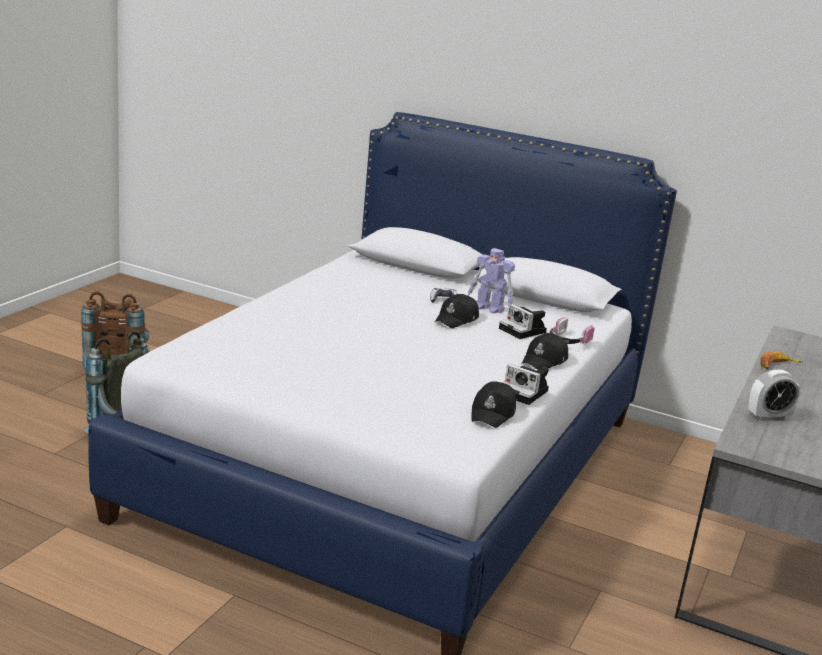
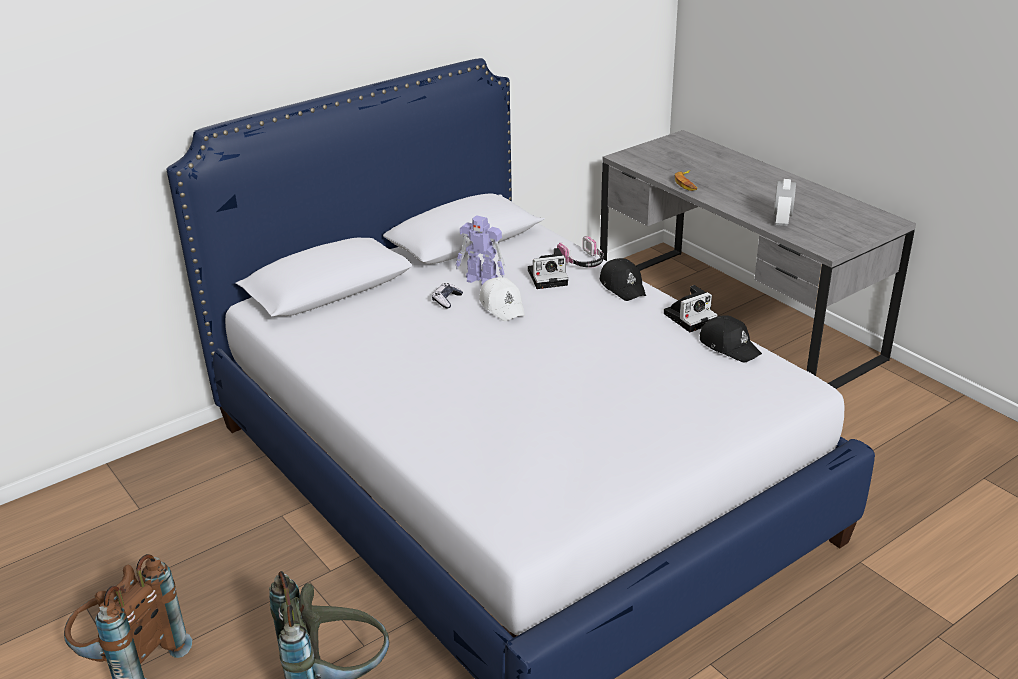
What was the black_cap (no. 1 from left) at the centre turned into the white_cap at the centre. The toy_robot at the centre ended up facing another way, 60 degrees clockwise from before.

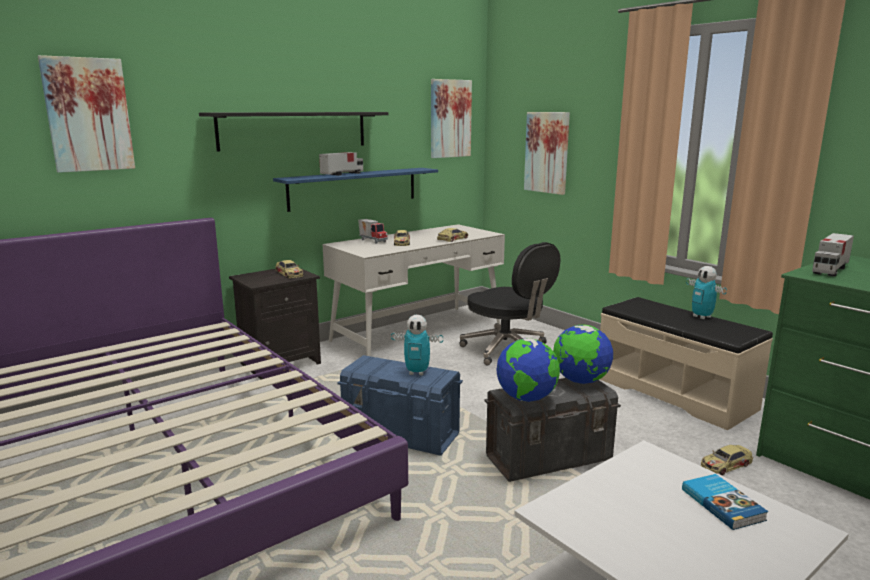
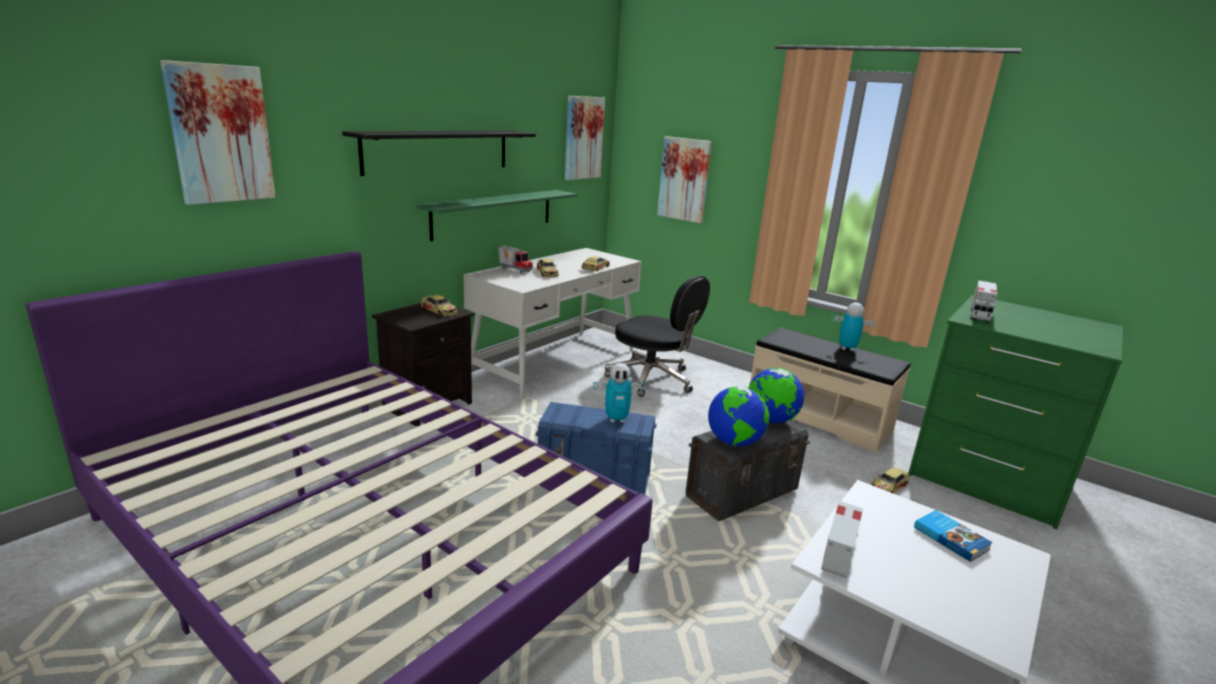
The toy_truck (no. 1 from left in the first image) ended up elsewhere, having gone from the top centre to the bottom right. What was the blue_shelf at the top centre turned into the green_shelf at the top centre. The toy_robot (no. 2 from left) at the middle right ended up facing another way, 150 degrees clockwise from before.

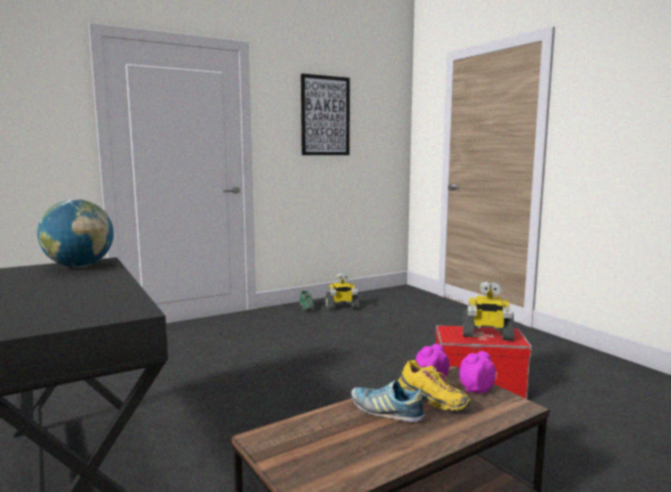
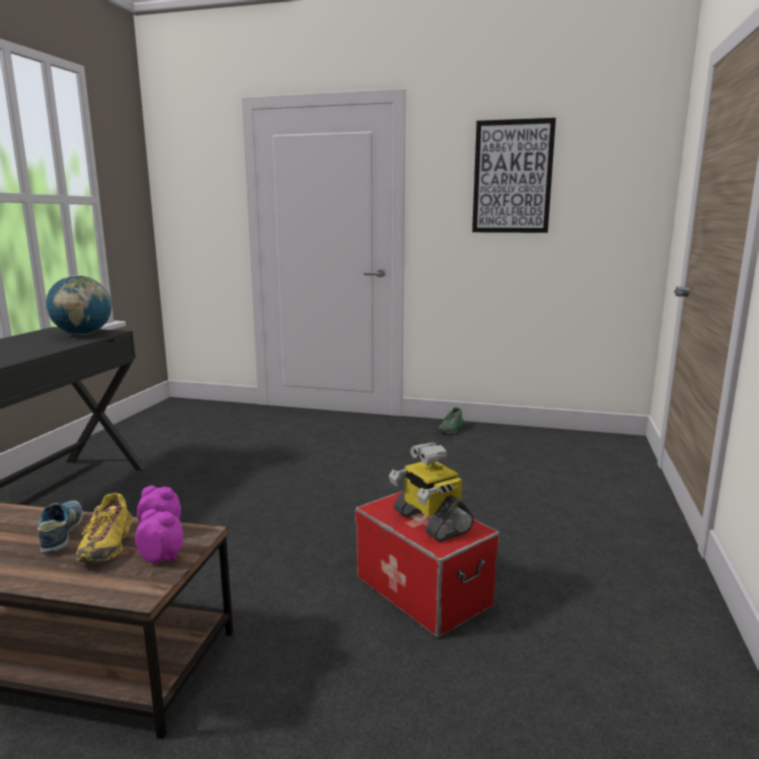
The second view lost the toy_robot (no. 1 from left) at the centre.

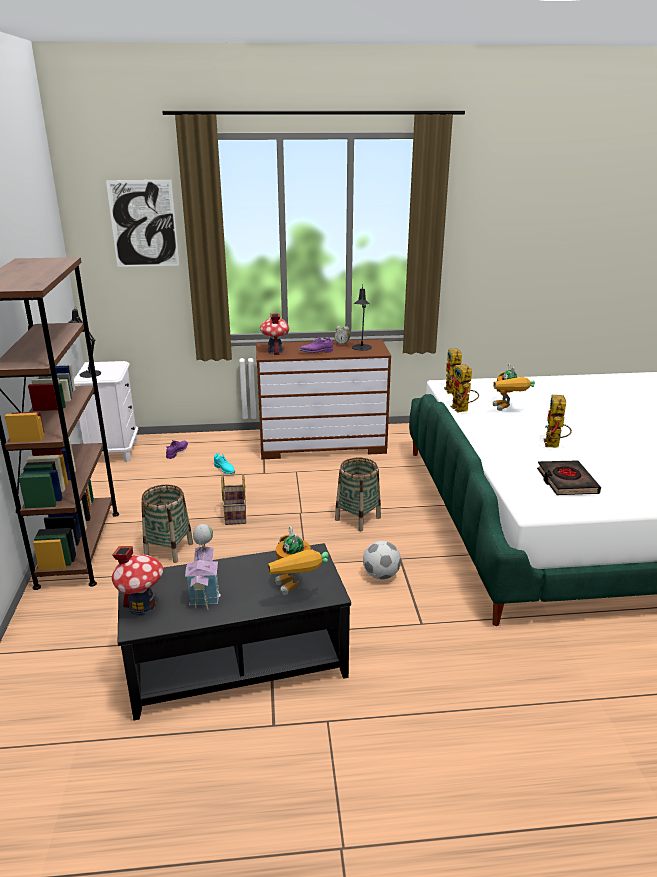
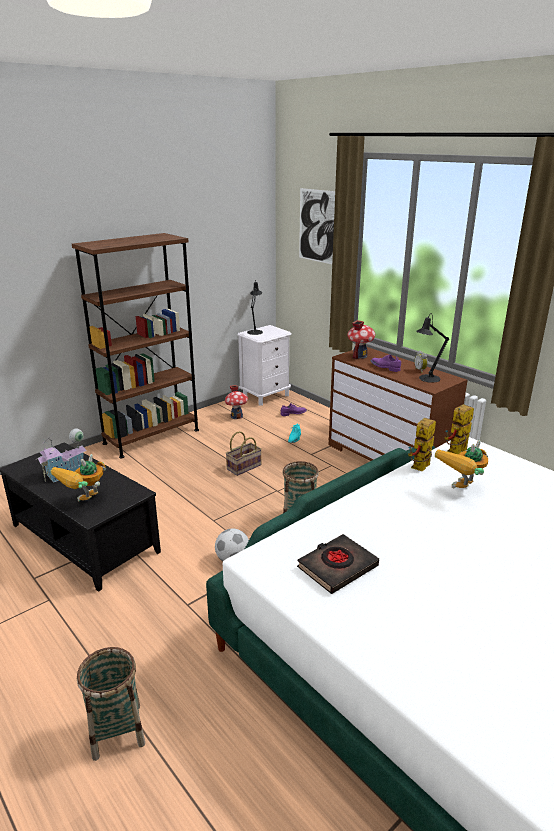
The second view lost the toy_robot (no. 5 from left) at the middle right. The toy_house (no. 1 from left in the first image) ended up elsewhere, having gone from the middle left to the centre. The basket (no. 1 from left) ended up elsewhere, having gone from the middle left to the bottom left.

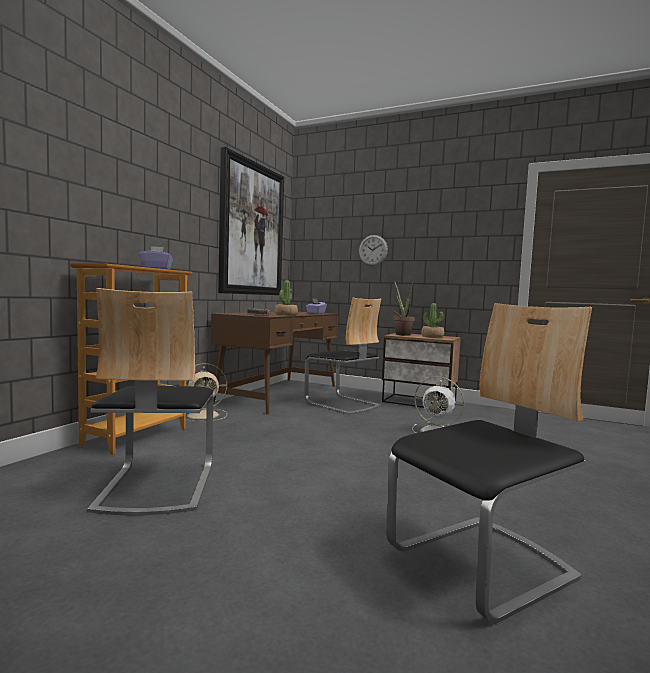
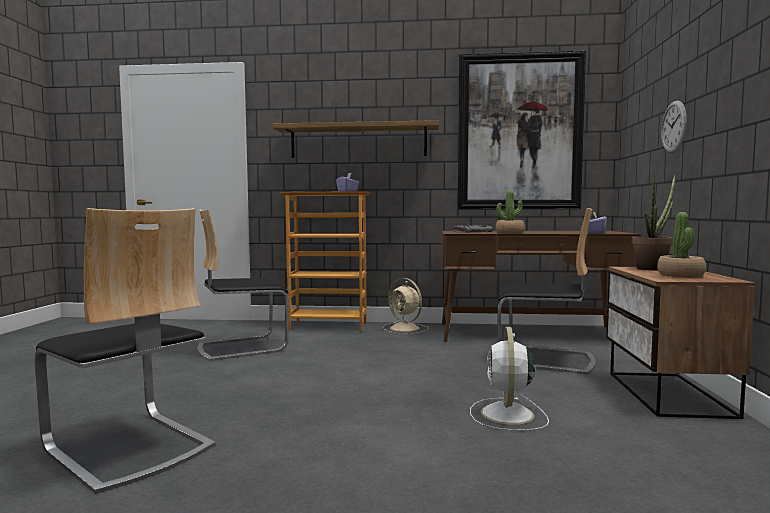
The second view gained the shelf at the top centre. The chair (no. 2 from left in the first image) at the centre ended up facing another way, 90 degrees counterclockwise from before.

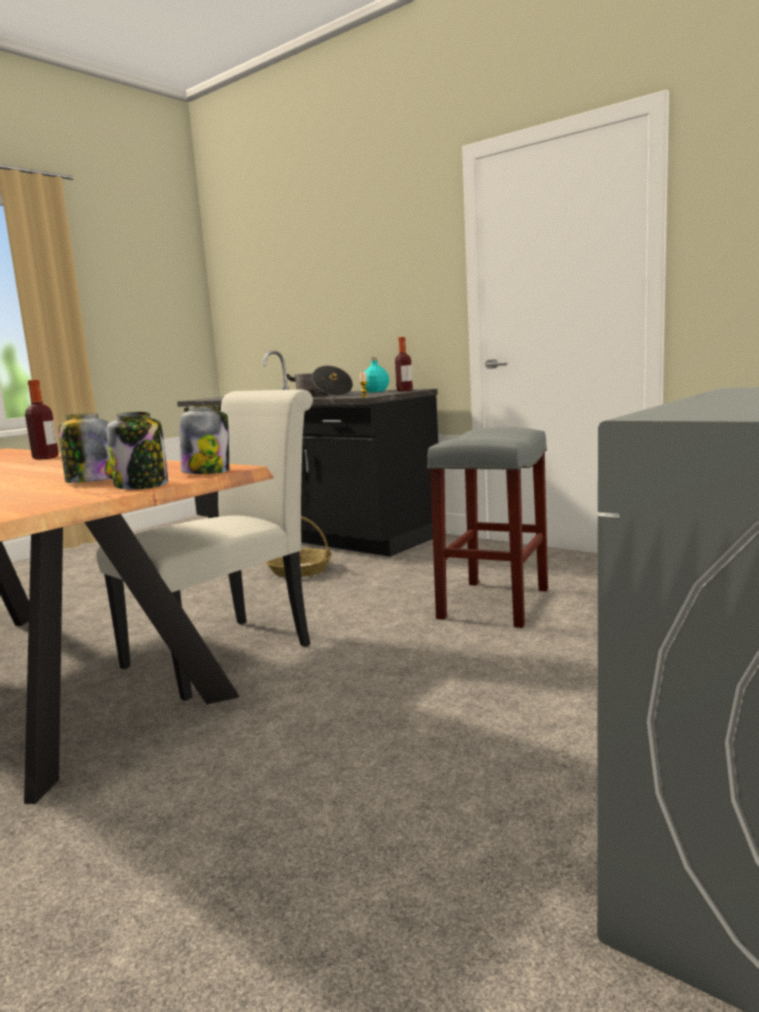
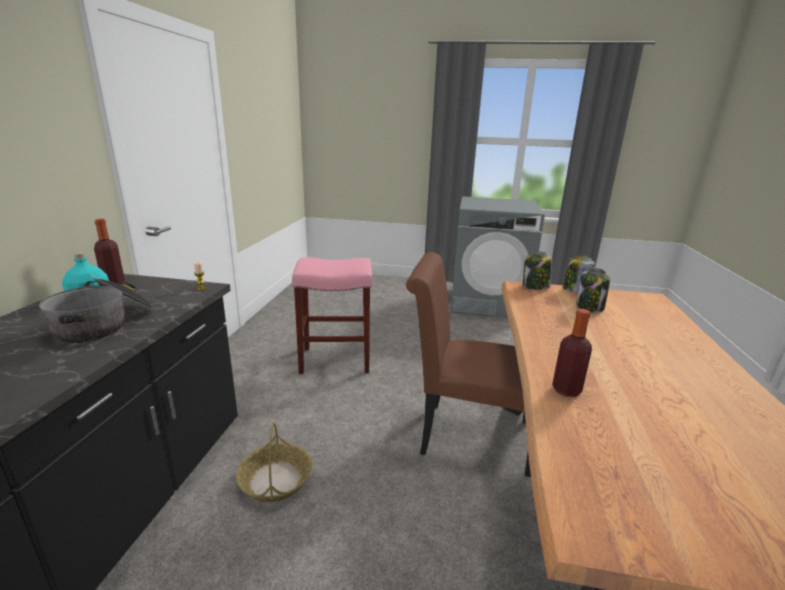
What was the white_chair at the middle left turned into the brown_chair at the centre. What was the grey_stool at the centre turned into the pink_stool at the centre.

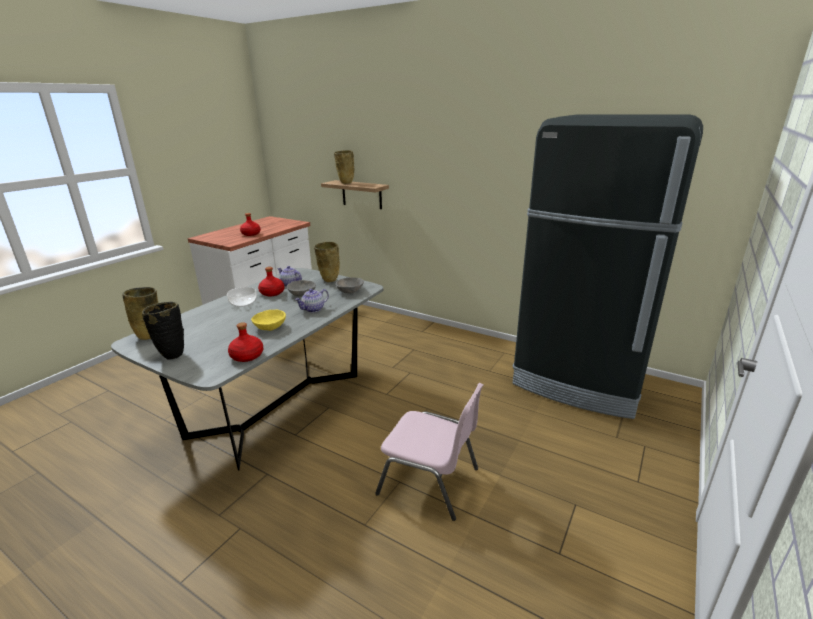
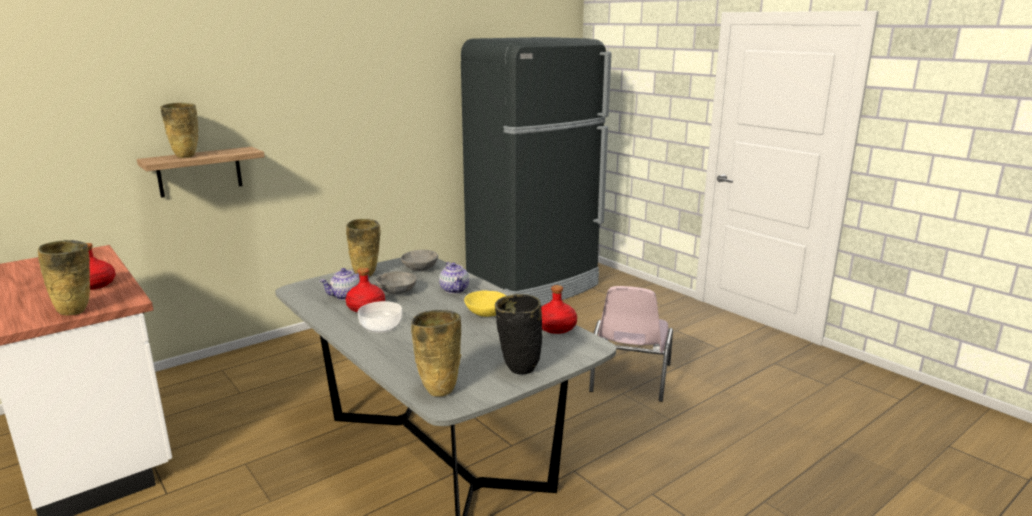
The second view gained the beige_vase (no. 1 from left) at the middle left. The pink_chair at the bottom centre ended up facing another way, 150 degrees clockwise from before.

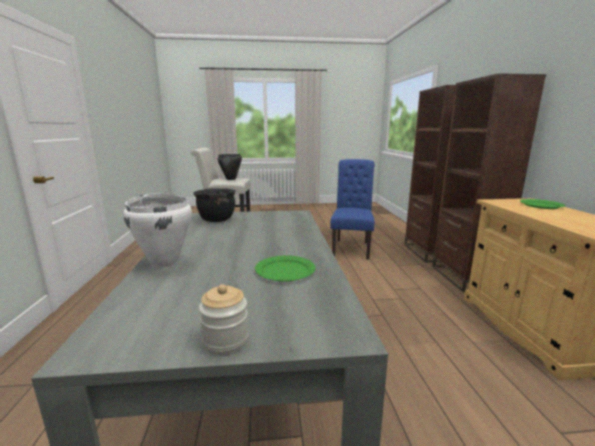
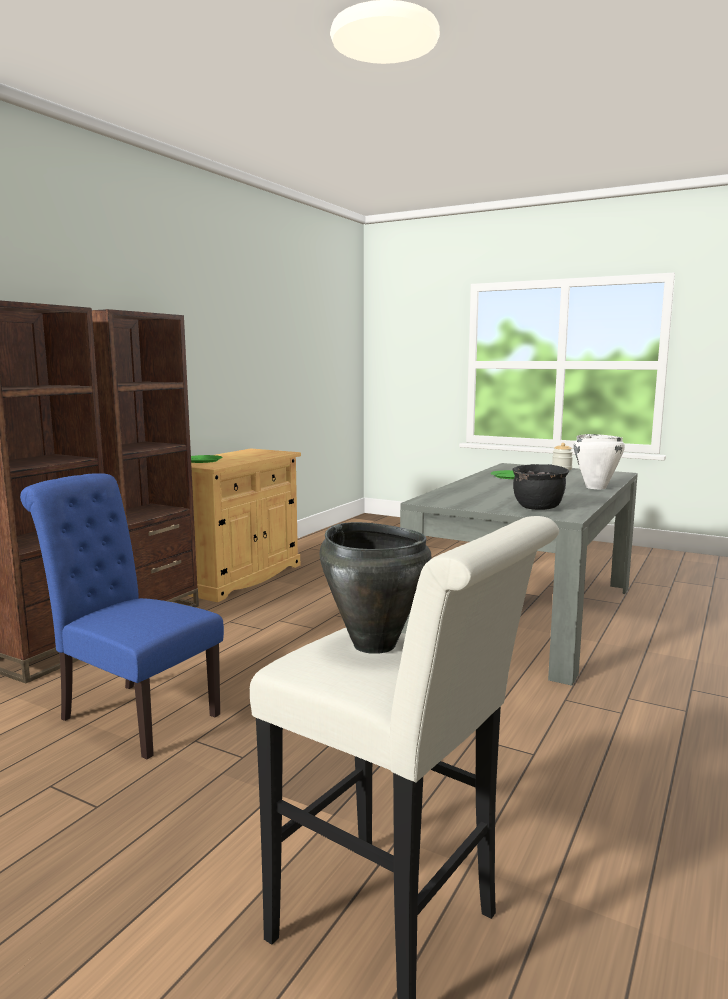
The blue_chair at the centre ended up facing another way, 75 degrees clockwise from before.

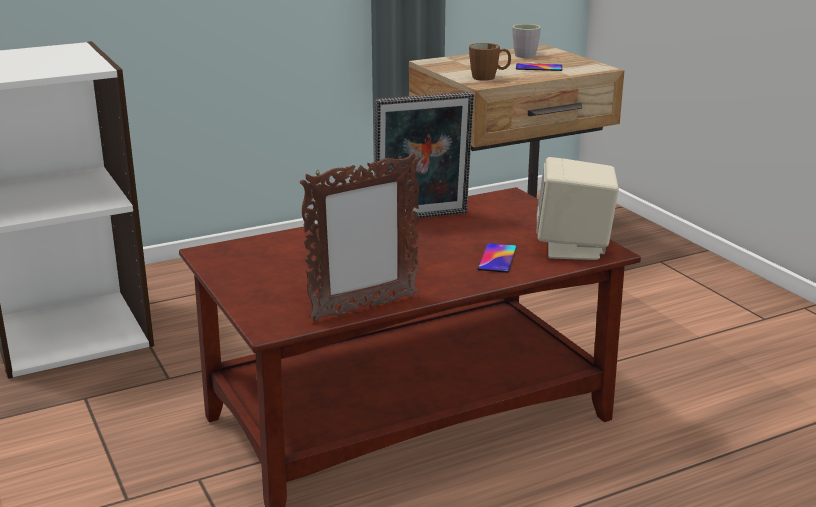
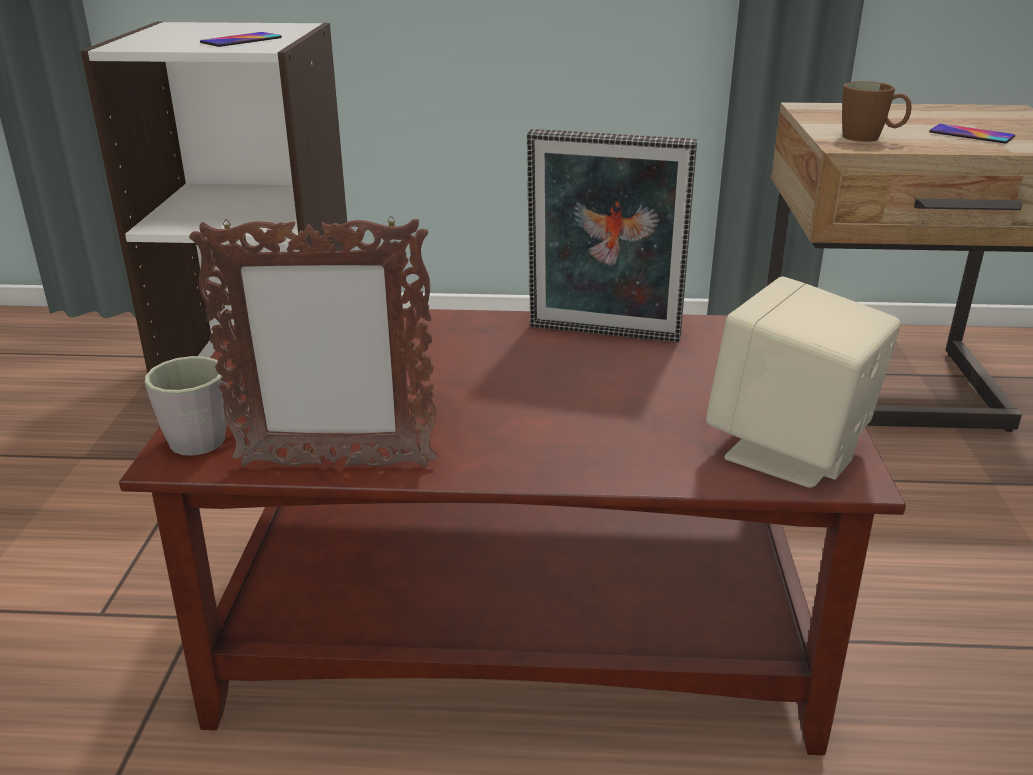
The phone (no. 1 from left) ended up elsewhere, having gone from the centre to the top left. The grey_mug ended up elsewhere, having gone from the top centre to the middle left.

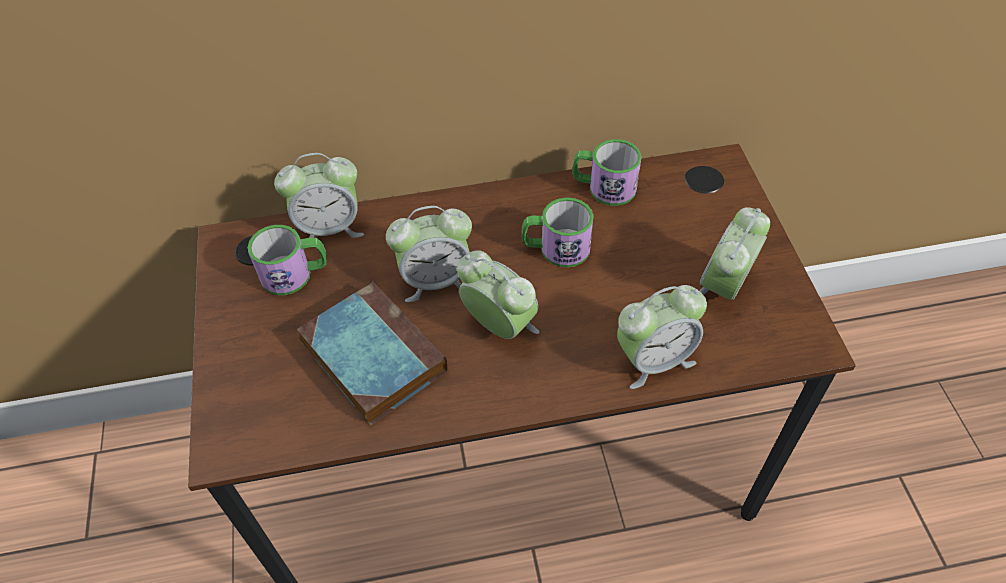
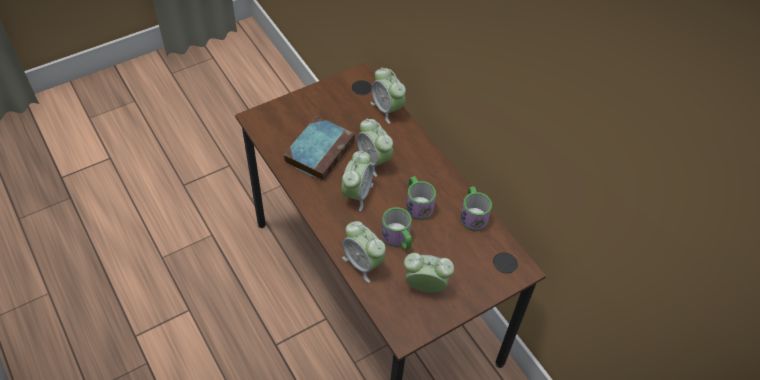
The mug (no. 1 from left) ended up elsewhere, having gone from the middle left to the centre.

